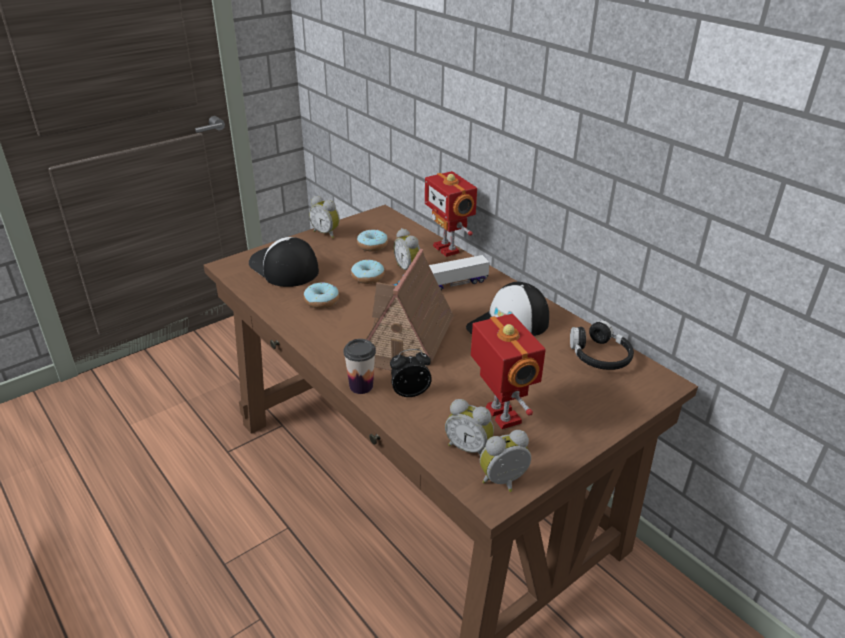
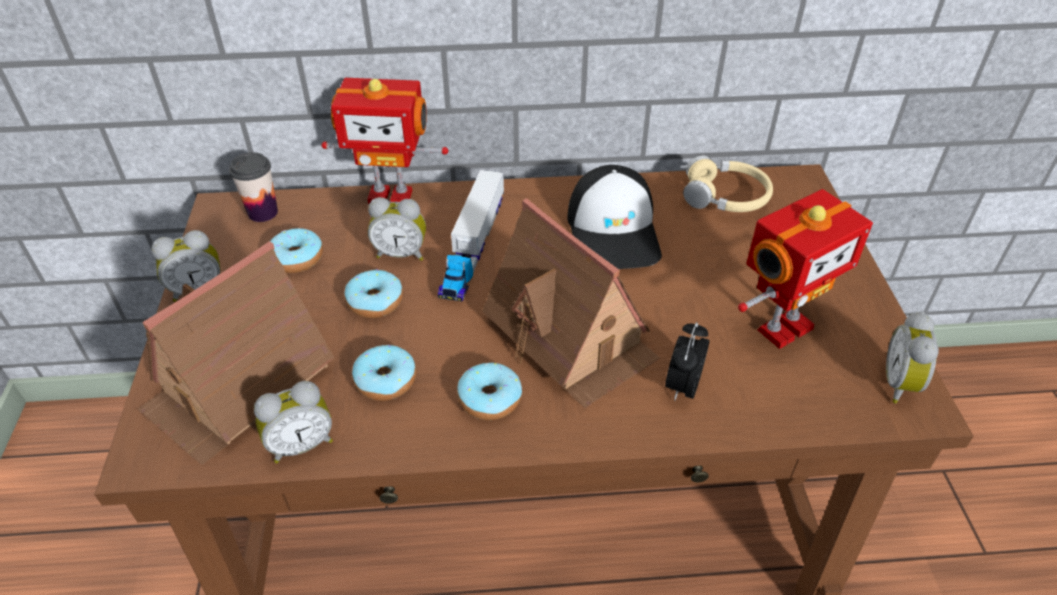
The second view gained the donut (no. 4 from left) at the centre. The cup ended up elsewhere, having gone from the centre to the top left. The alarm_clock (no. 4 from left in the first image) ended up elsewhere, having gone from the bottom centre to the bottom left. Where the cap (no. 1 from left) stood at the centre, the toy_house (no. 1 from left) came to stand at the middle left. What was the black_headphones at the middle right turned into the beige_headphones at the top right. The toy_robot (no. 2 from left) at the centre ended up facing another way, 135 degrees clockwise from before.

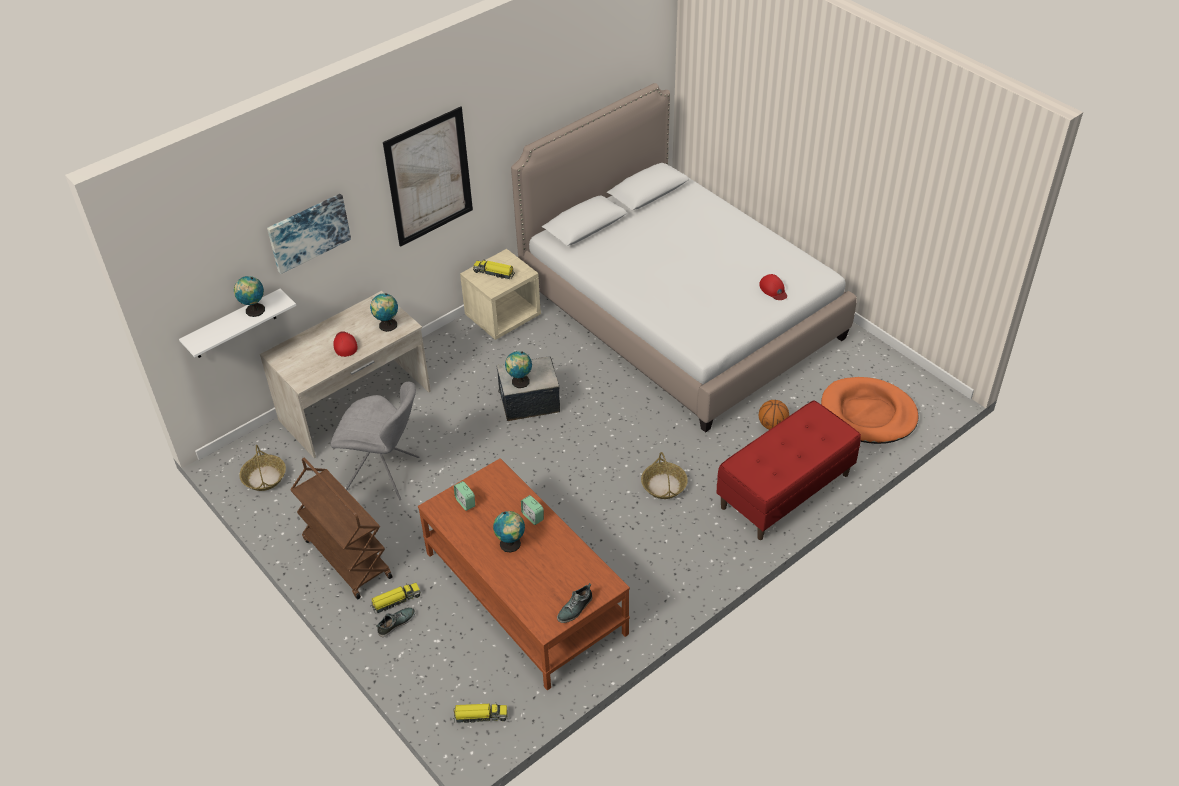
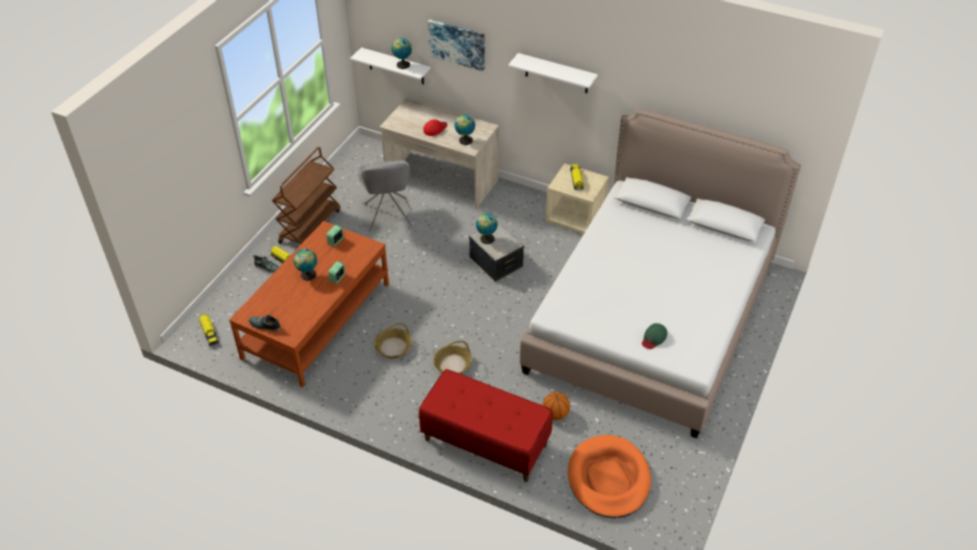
The basket (no. 1 from left) ended up elsewhere, having gone from the middle left to the centre. Where the picture (no. 2 from left) hung at the top centre, the white_shelf (no. 2 from left) came to hang at the top centre. What was the red_cap (no. 2 from left) at the centre turned into the green_cap at the middle right.

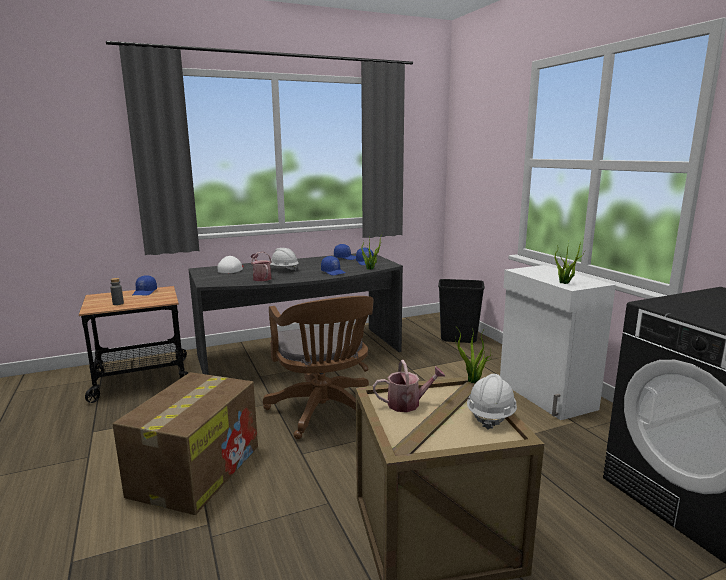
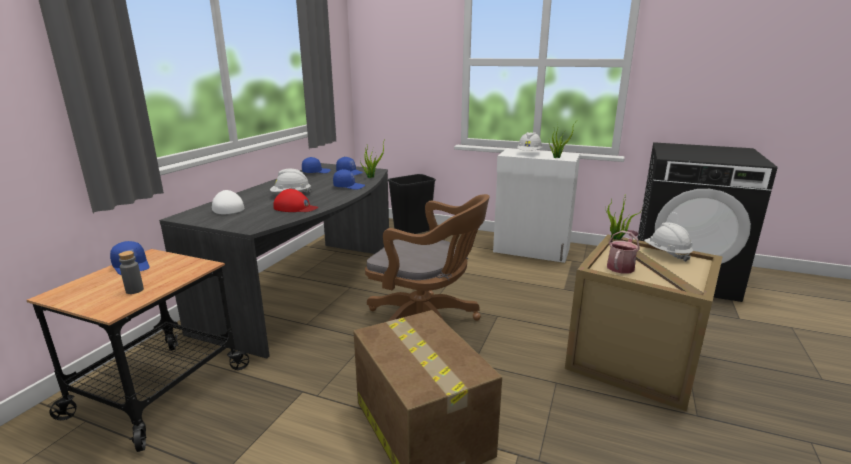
The second view gained the white_hard_hat (no. 2 from left) at the top centre. Where the watering_can (no. 1 from left) stood at the centre, the red_cap came to stand at the centre.

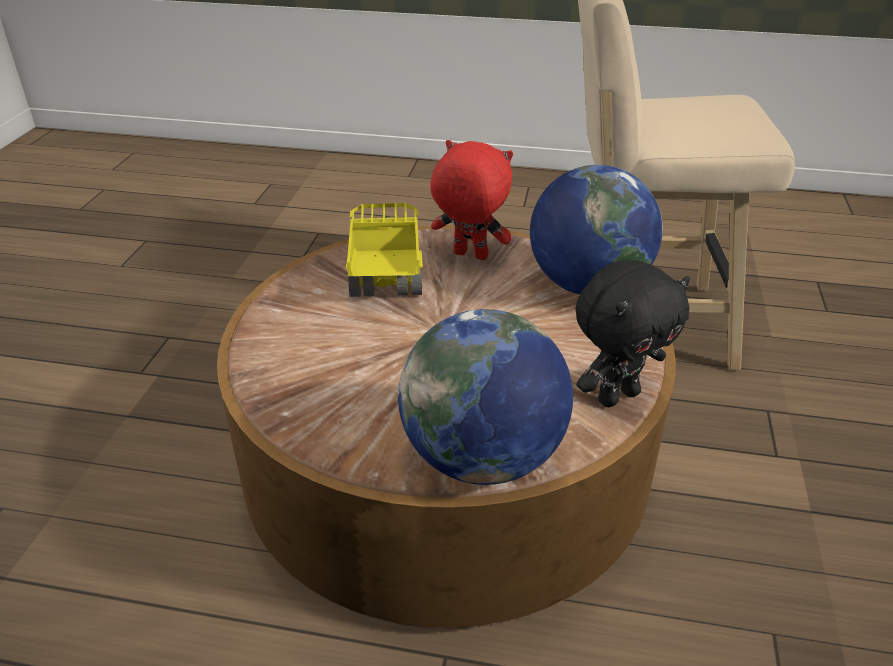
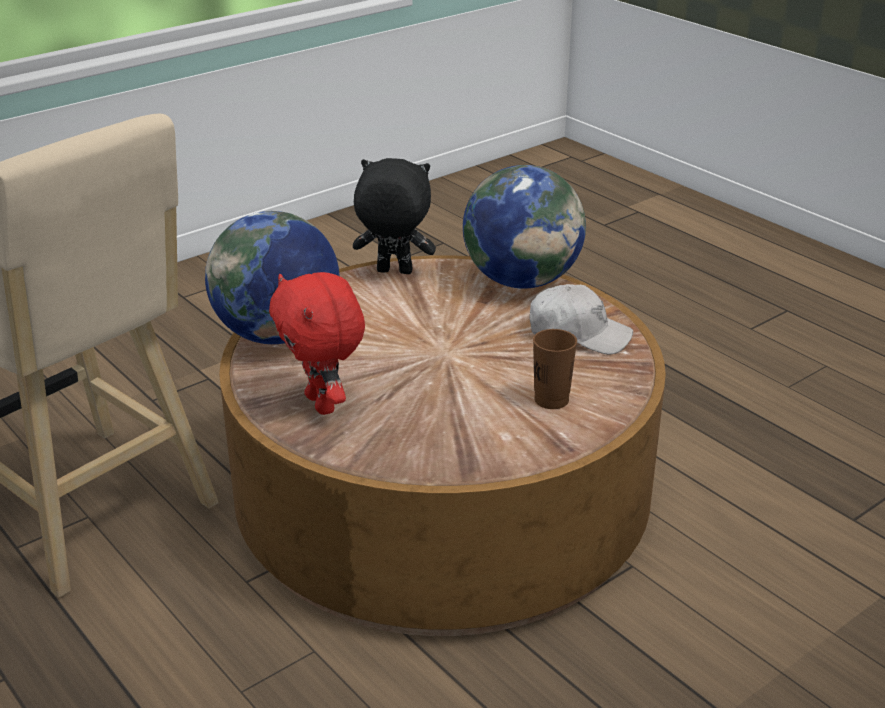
The second view lost the toy_truck at the centre. The second view gained the white_cap at the centre. The second view gained the brown_cup at the centre.

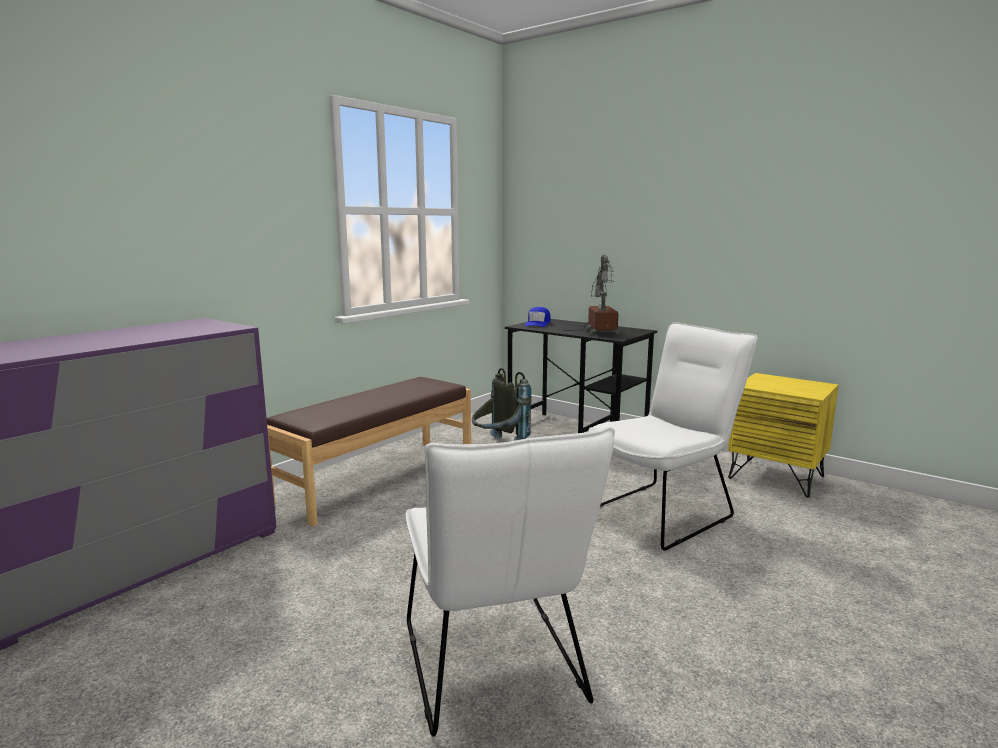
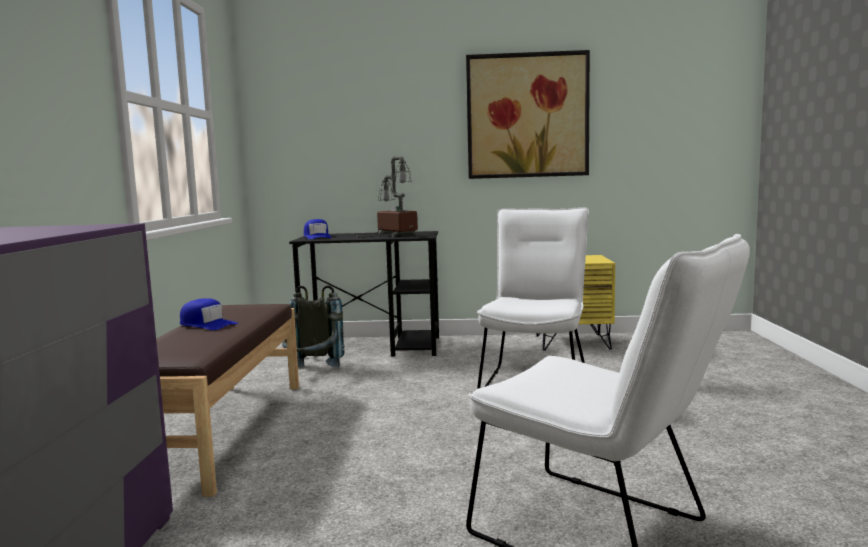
The second view gained the blue_cap (no. 1 from left) at the middle left. The second view gained the picture at the top centre.

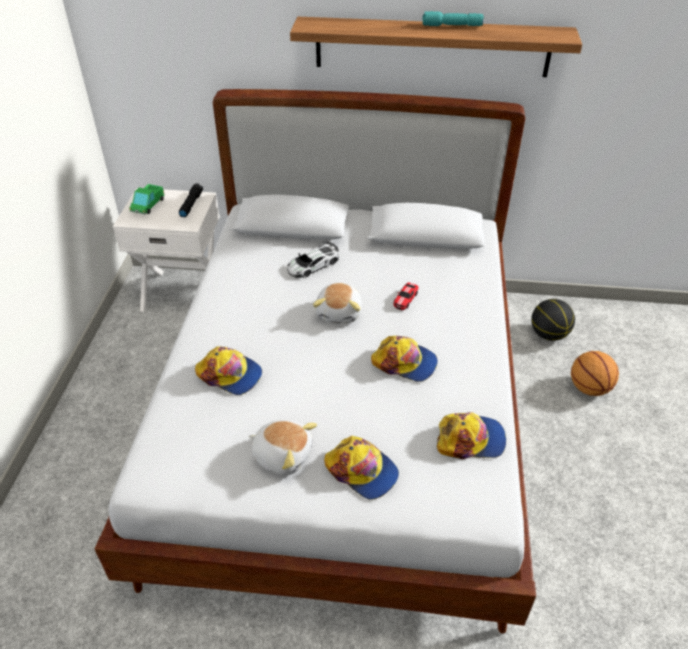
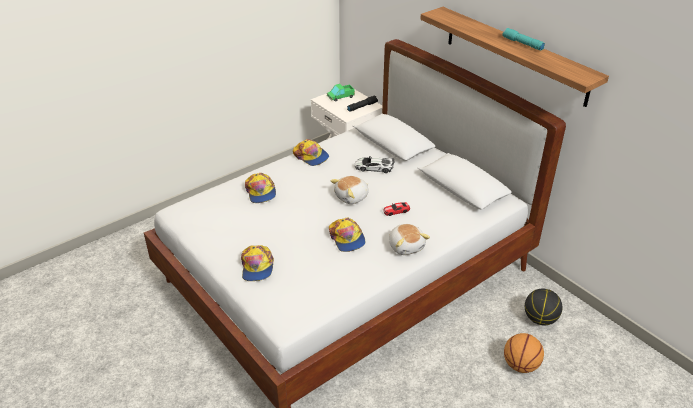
The plush_toy (no. 1 from left in the first image) ended up elsewhere, having gone from the bottom centre to the centre. The cap (no. 4 from left in the first image) ended up elsewhere, having gone from the bottom right to the centre.

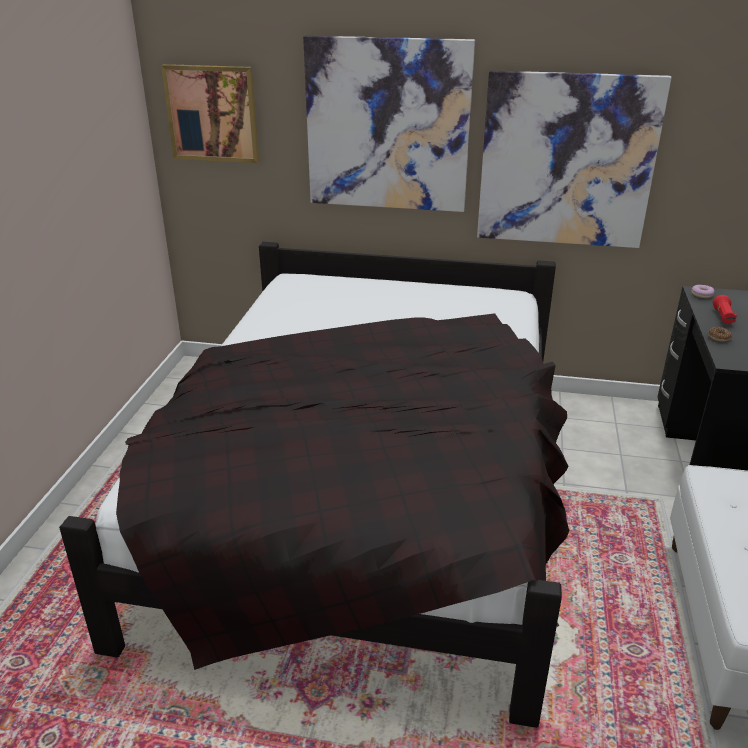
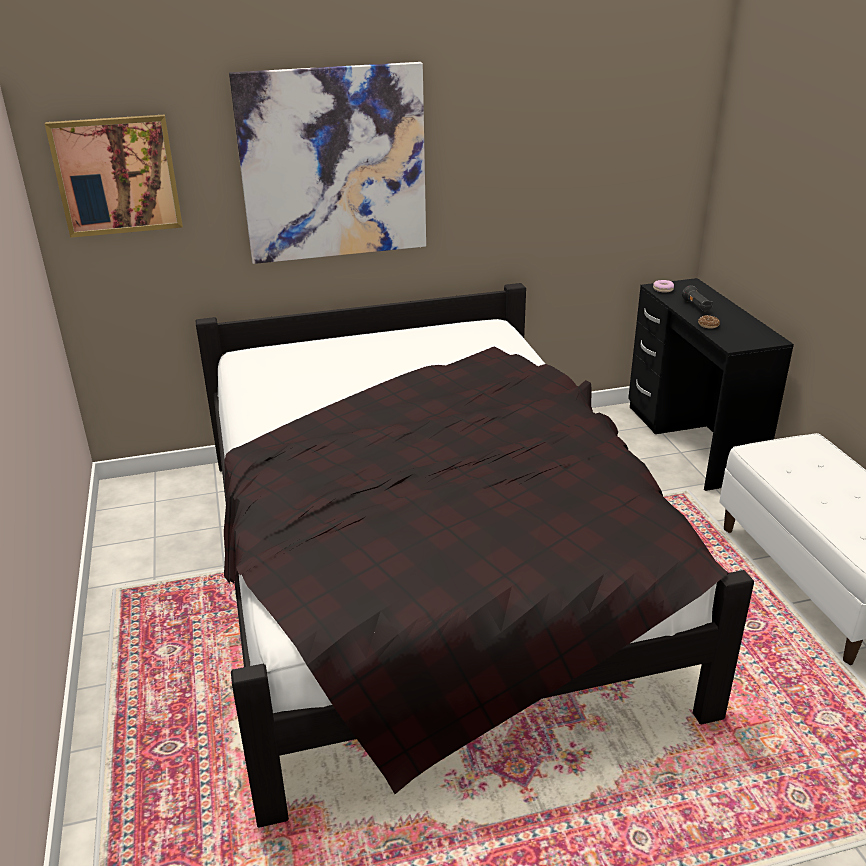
The second view lost the picture (no. 3 from left) at the top right. What was the red_flashlight at the middle right turned into the black_flashlight at the middle right.

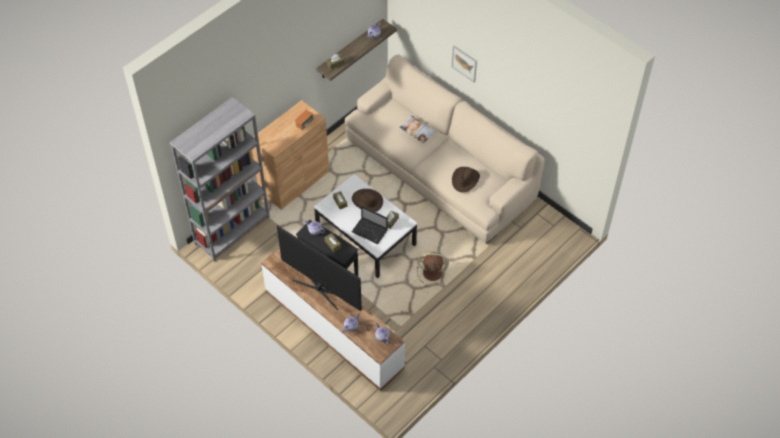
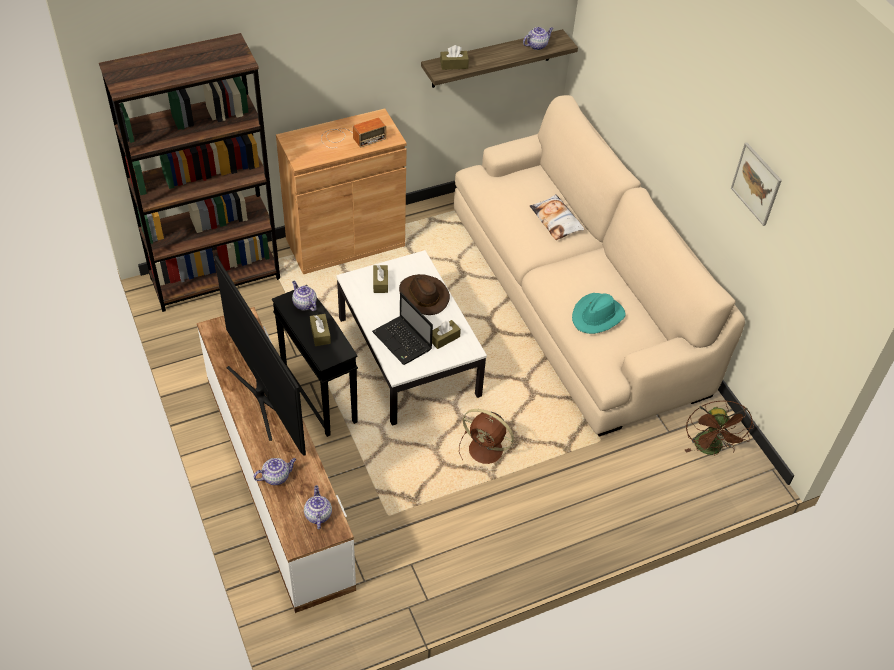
The second view gained the brown_fan (no. 2 from left) at the middle right. The picture ended up elsewhere, having gone from the top centre to the top right. What was the grey_bookcase at the middle left turned into the brown_bookcase at the top left. What was the brown_hat (no. 2 from left) at the centre turned into the turquoise_hat at the middle right.

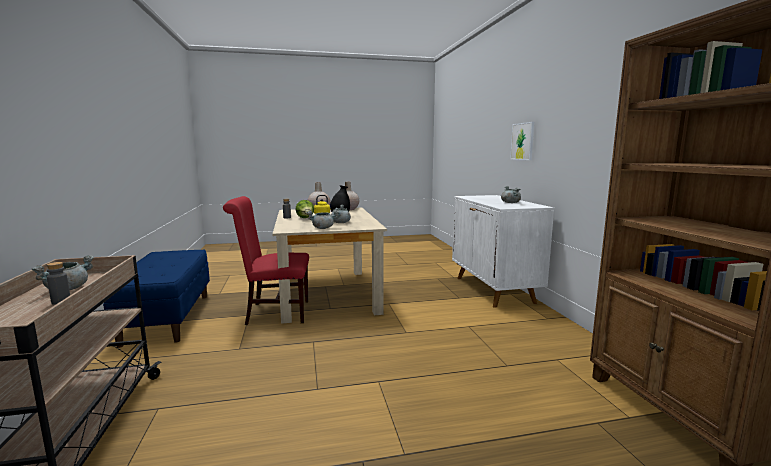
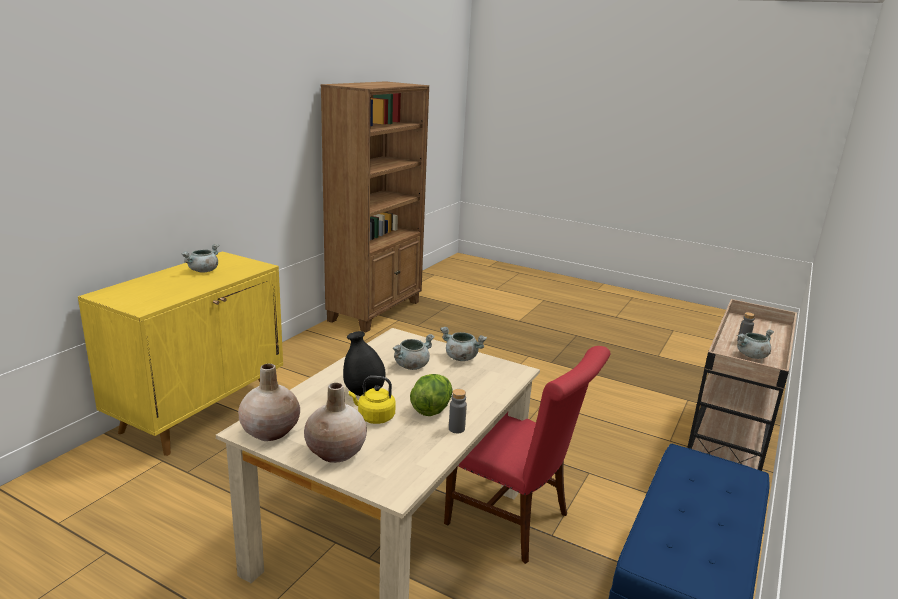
The second view lost the picture at the top right. What was the white_cabinet at the centre turned into the yellow_cabinet at the middle left.

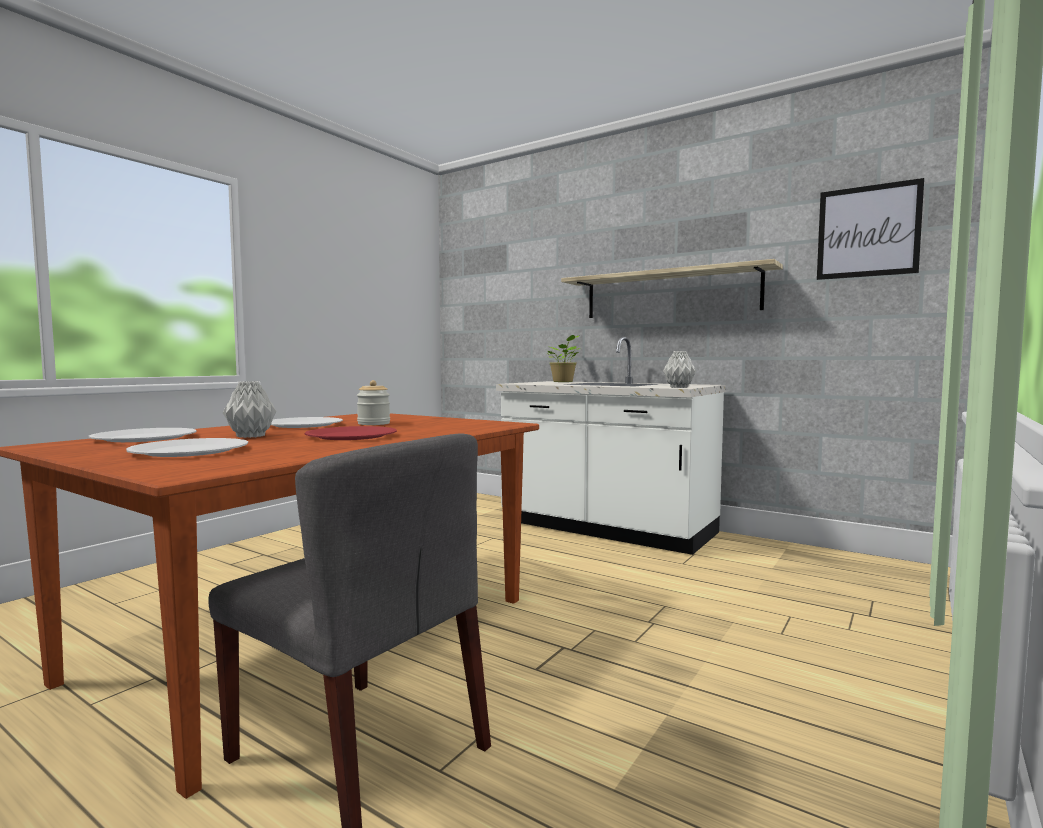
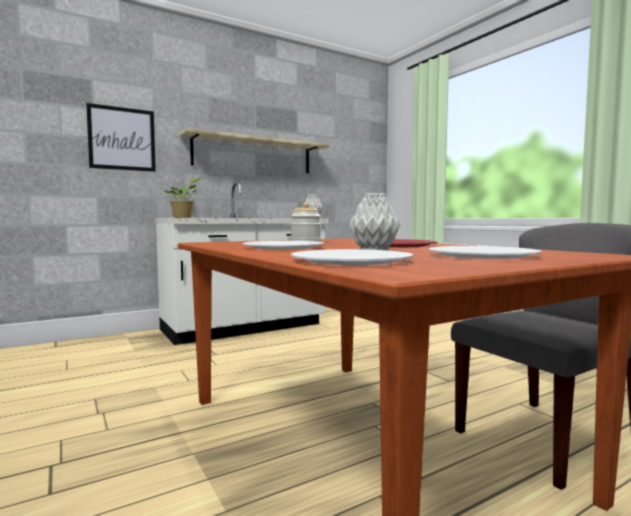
The picture ended up elsewhere, having gone from the top right to the top left.

